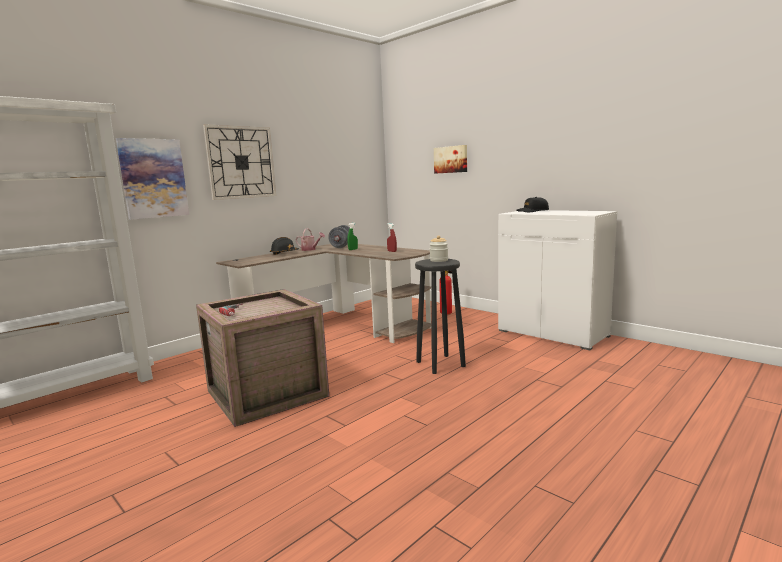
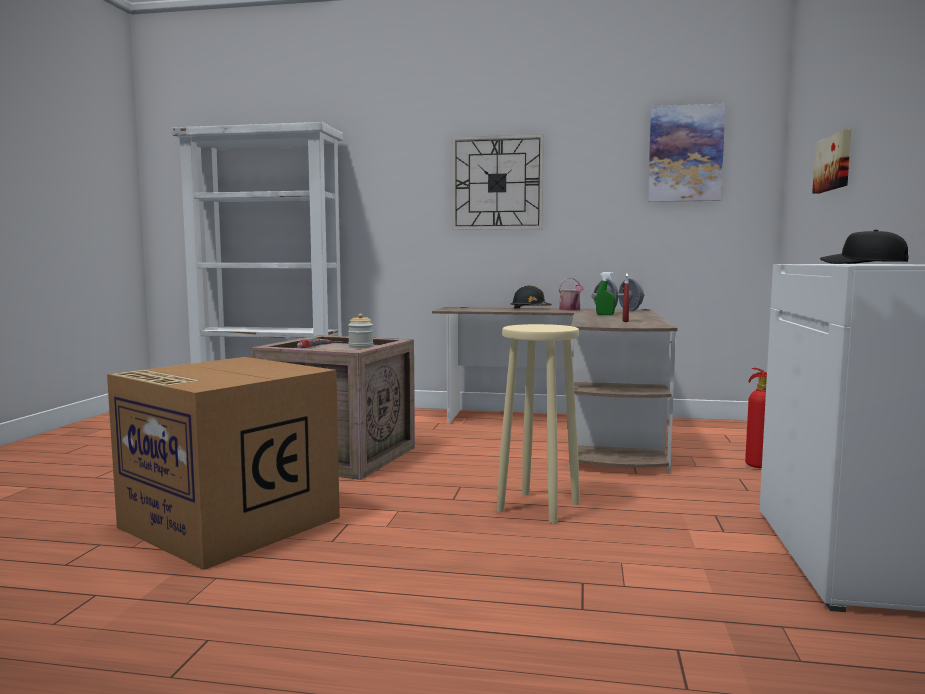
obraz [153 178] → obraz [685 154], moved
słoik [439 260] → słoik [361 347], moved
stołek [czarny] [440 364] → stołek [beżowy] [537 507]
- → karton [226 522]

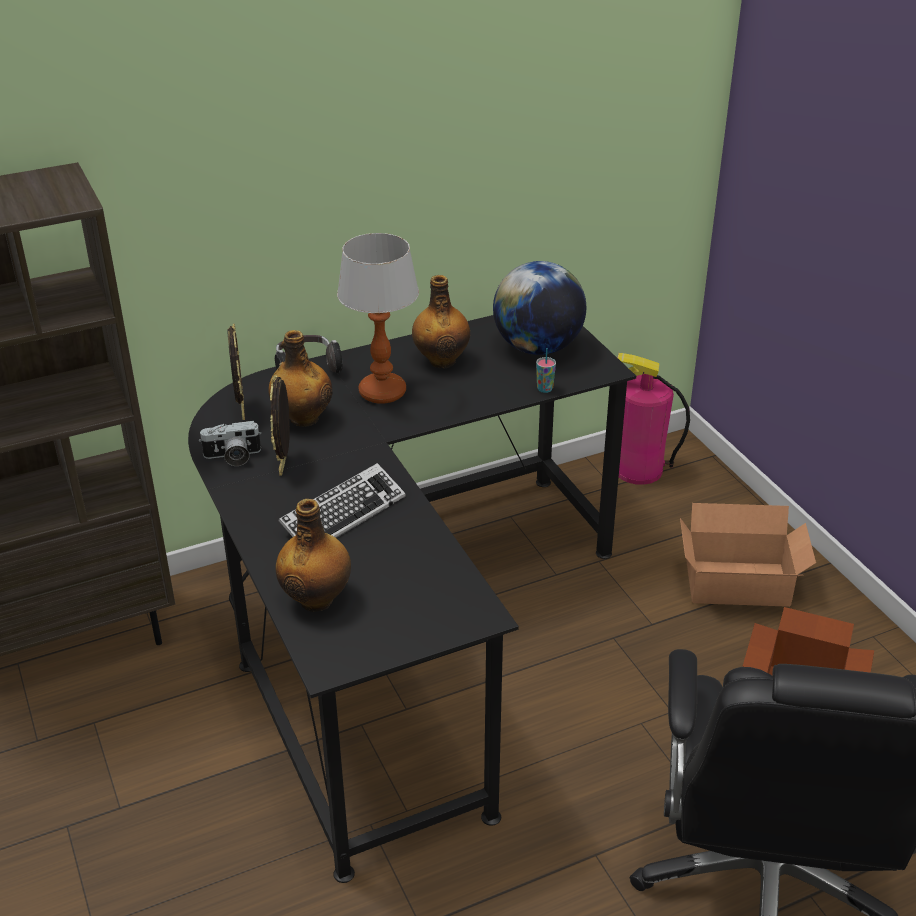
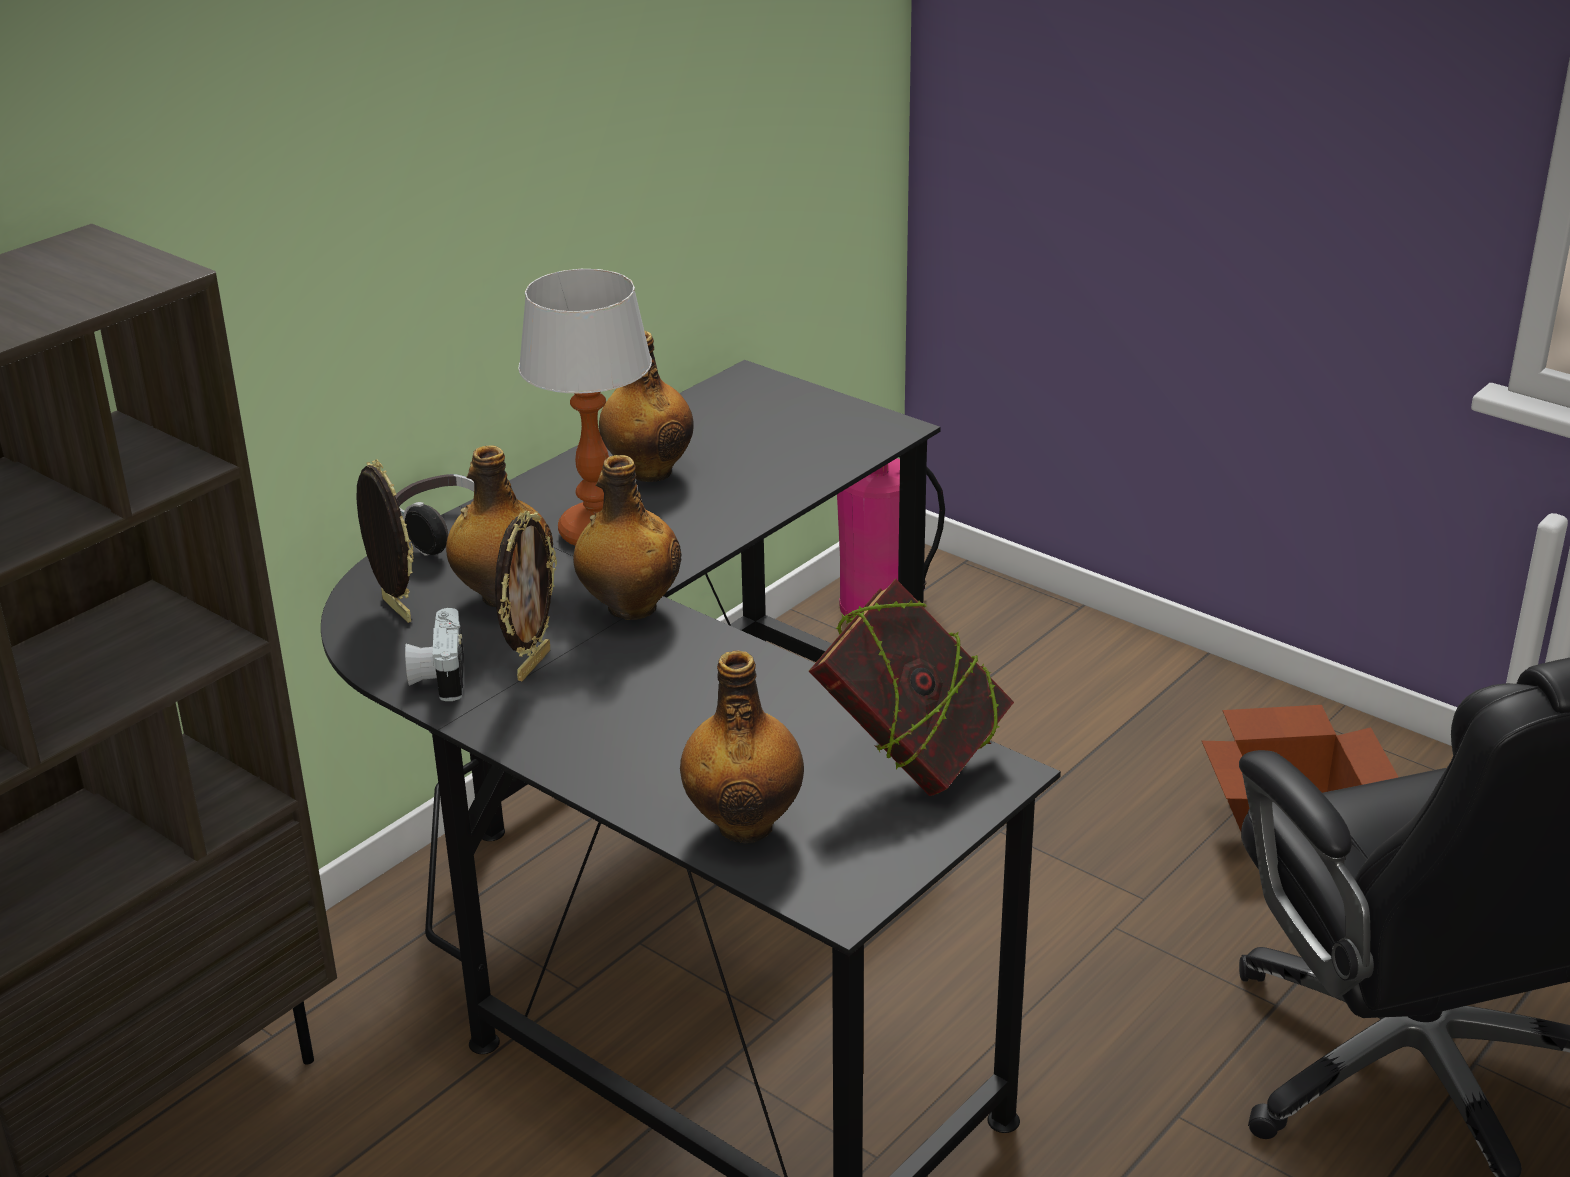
globus [537 348] → -
filiżanka [545 389] → -
ramka na zdjęcie [284 465] → ramka na zdjęcie [532 664], 135 degrees counterclockwise
aparat fotograficzny [232 457] → aparat fotograficzny [438 676], 120 degrees clockwise
klawiatura [343 514] → -
karton [740 586] → -
- → butelka [630 608]
- → książka [911 758]

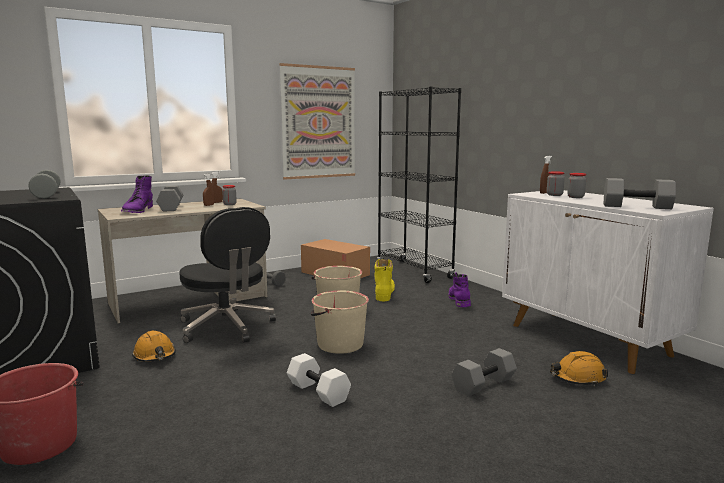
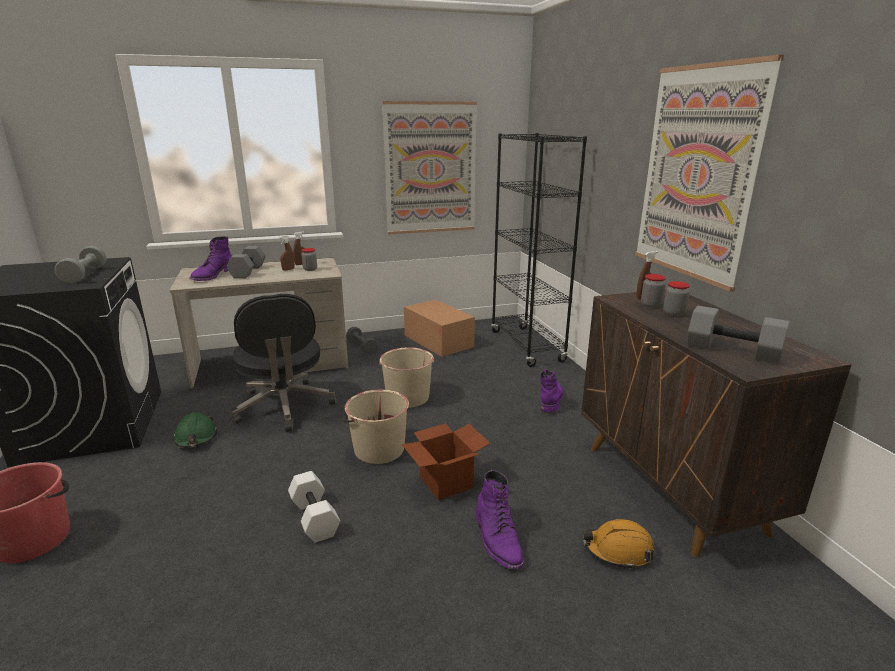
szafka [biały] [589 340] → szafka [brązowy] [672 488]
but z cholewką [żółty] [384 293] → -
kask [pomarańczowy] [155 356] → kask [zielony] [196 438]
hantel [szary] [483 383] → but z cholewką [fioletowy] [497 538]
- → obraz [697 174]
- → karton [446 482]

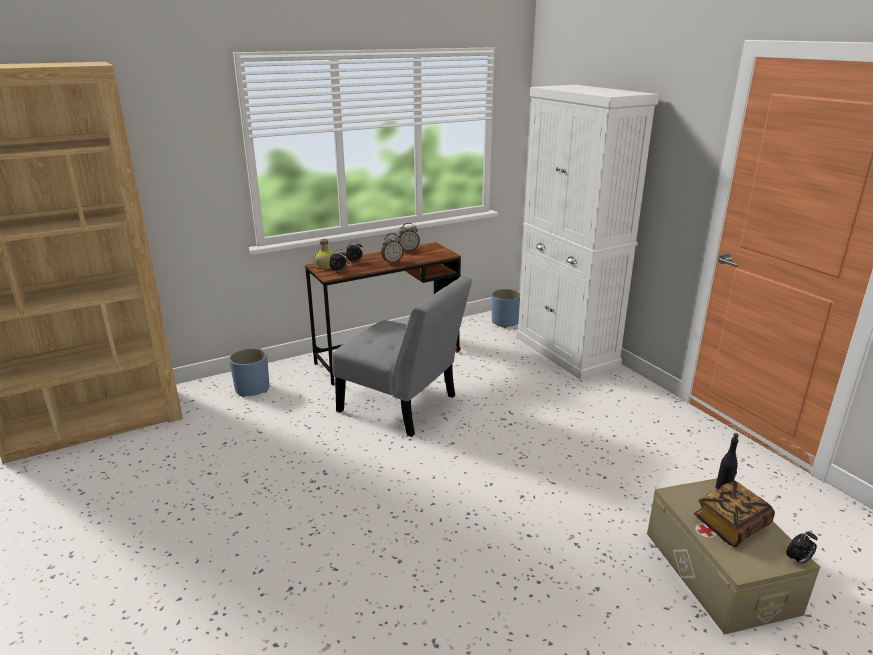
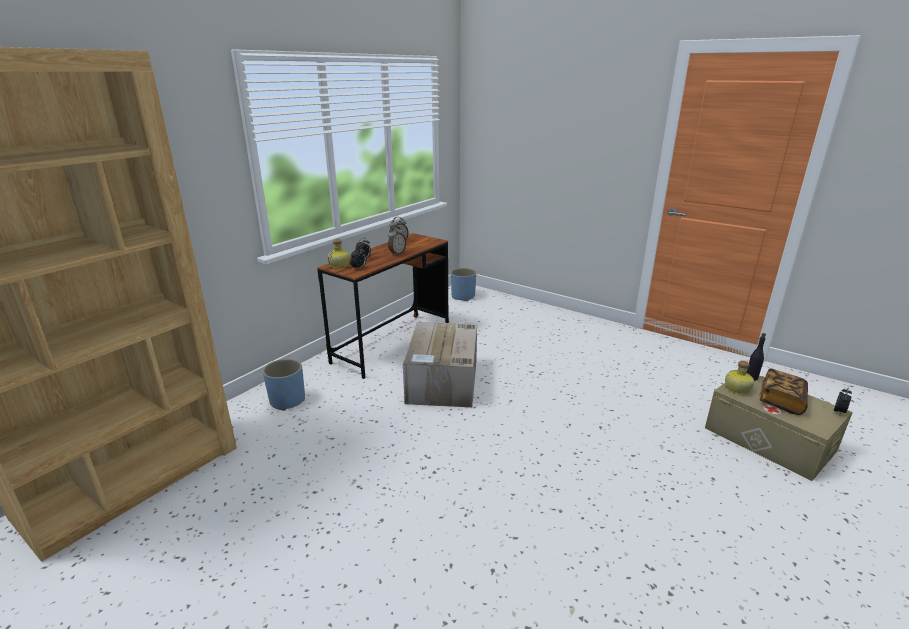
szafka [biały] [566 352] → -
krzesło [szary] [403 406] → karton [443 381]
- → butelka [736 389]

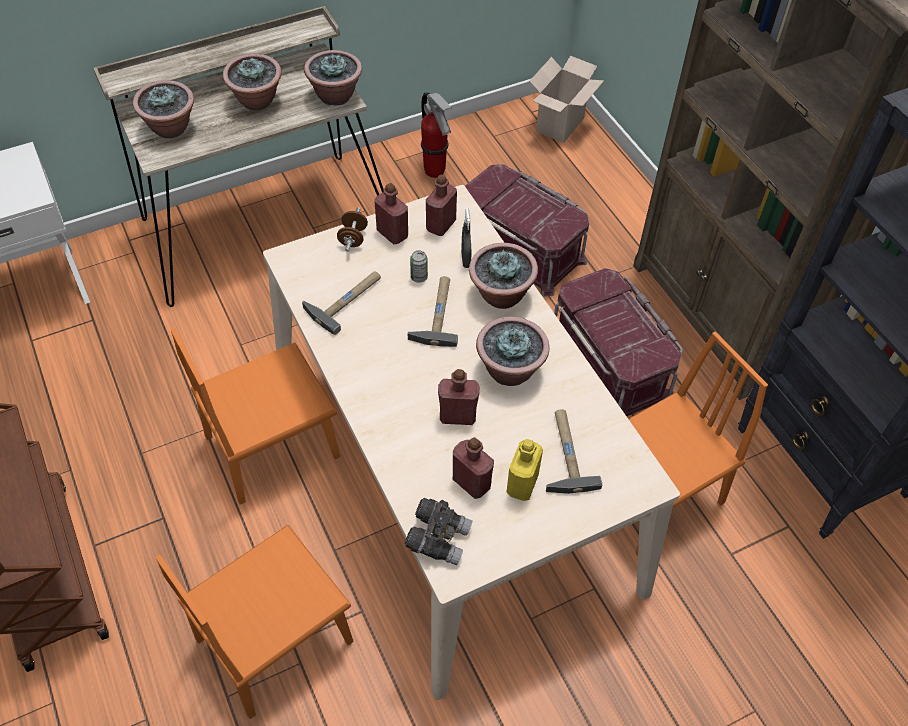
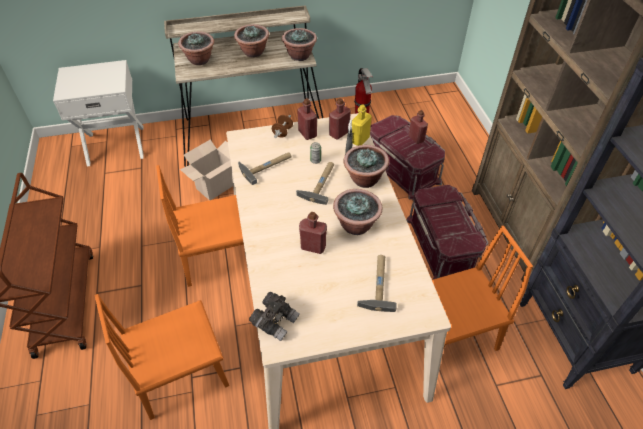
karton [560 126] → karton [215 188], moved
butelka [czerwony] [471 483] → butelka [czerwony] [416 138], moved
butelka [żółty] [522 484] → butelka [żółty] [359 140], moved

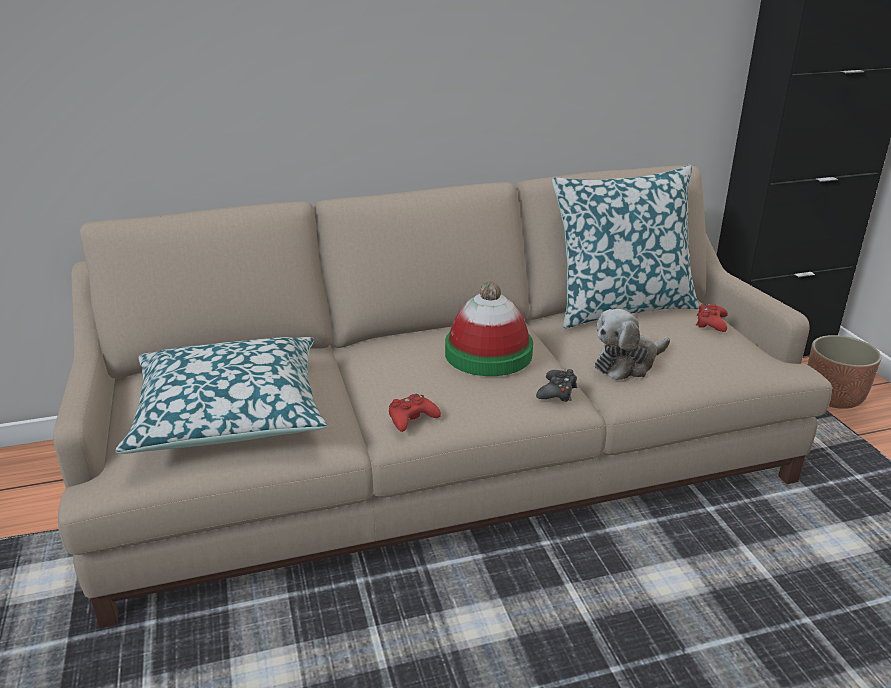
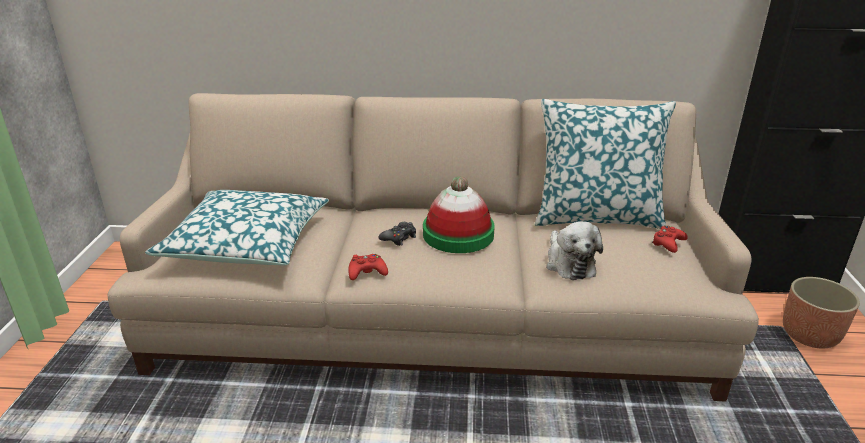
pluszak [627 363] → pluszak [569 263], 90 degrees counterclockwise
pad do gier [czarny] [557 392] → pad do gier [czarny] [399 238], moved

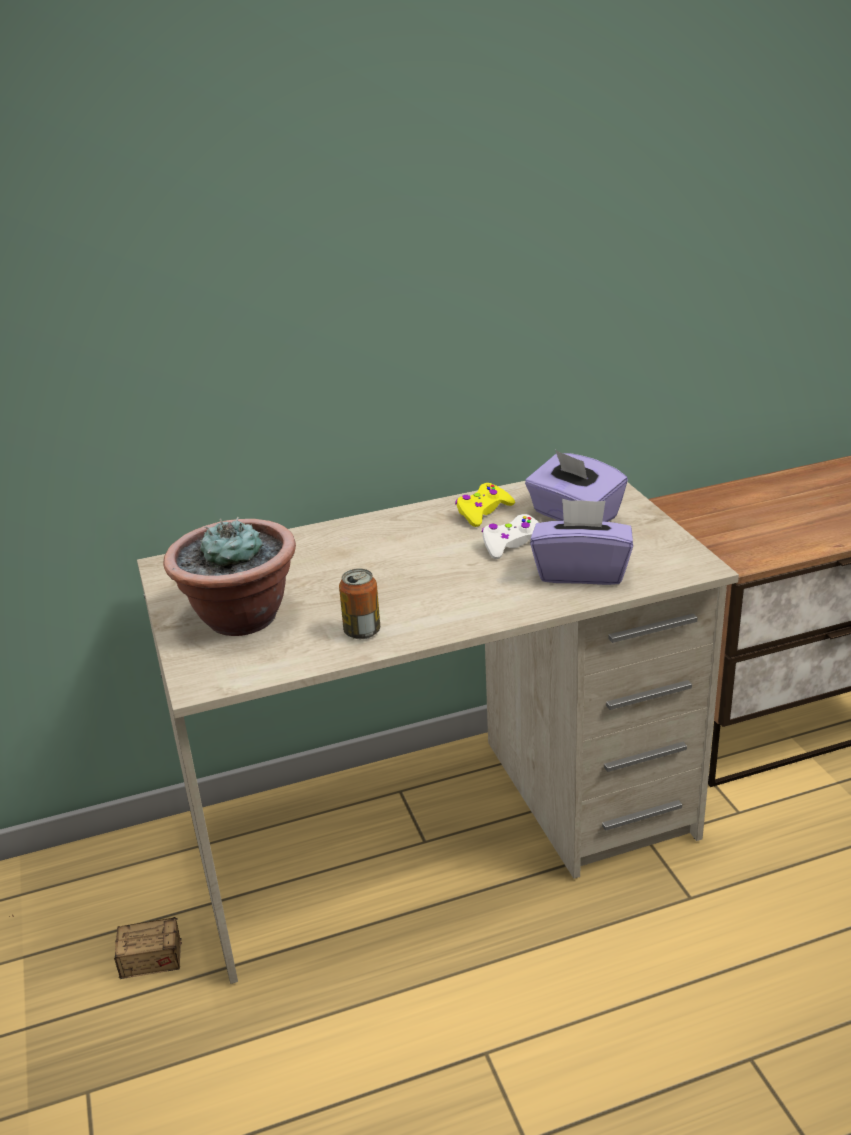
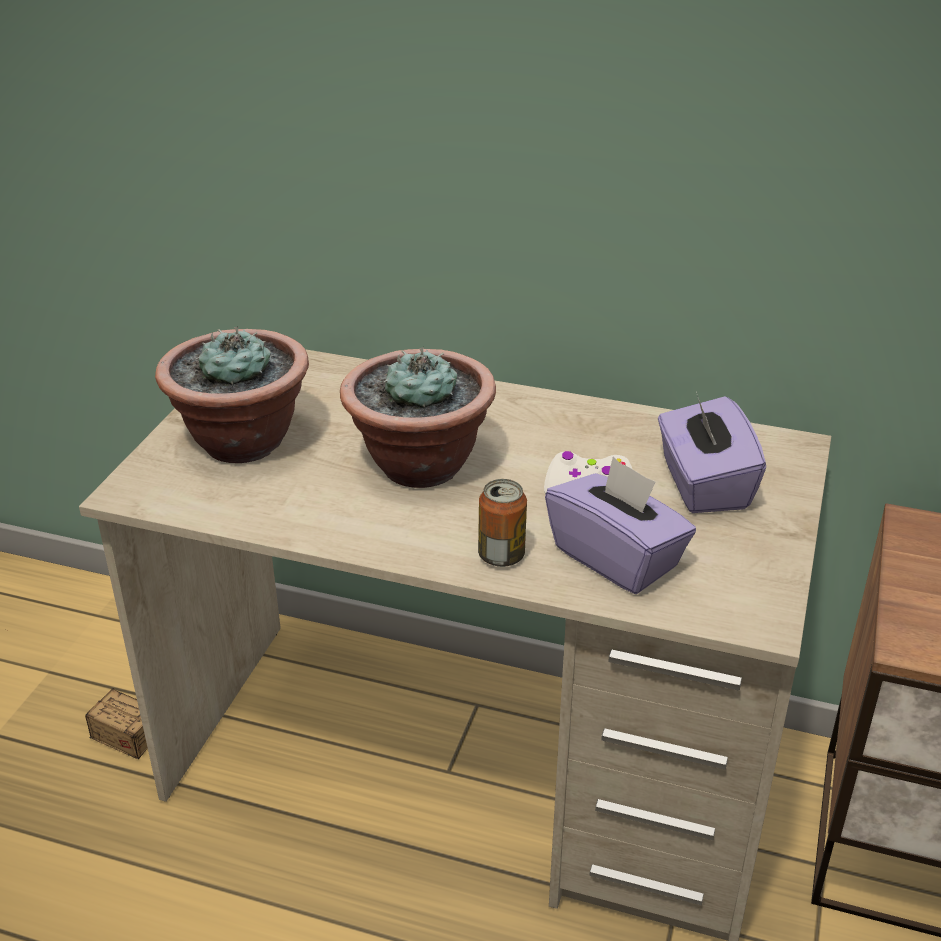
pad do gier [żółty] [483 512] → -
puszka [362 631] → puszka [501 556], moved
- → roślina doniczkowa [419 464]

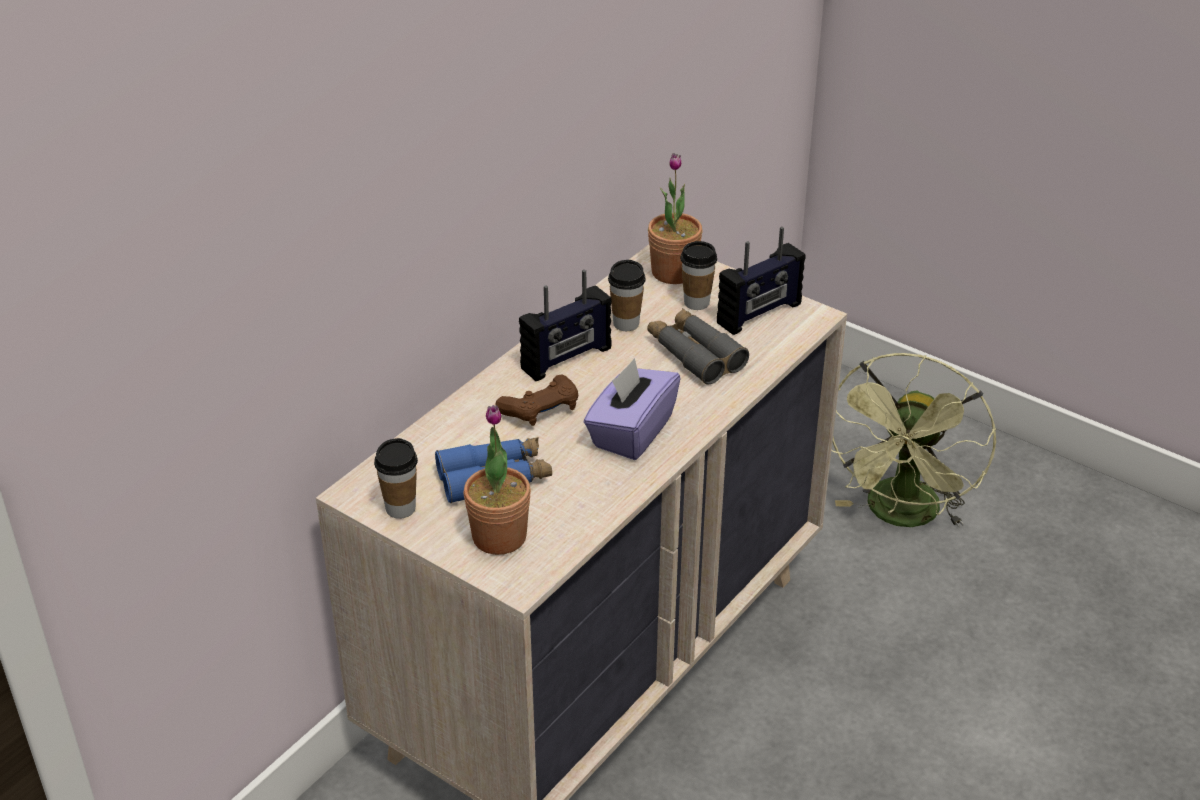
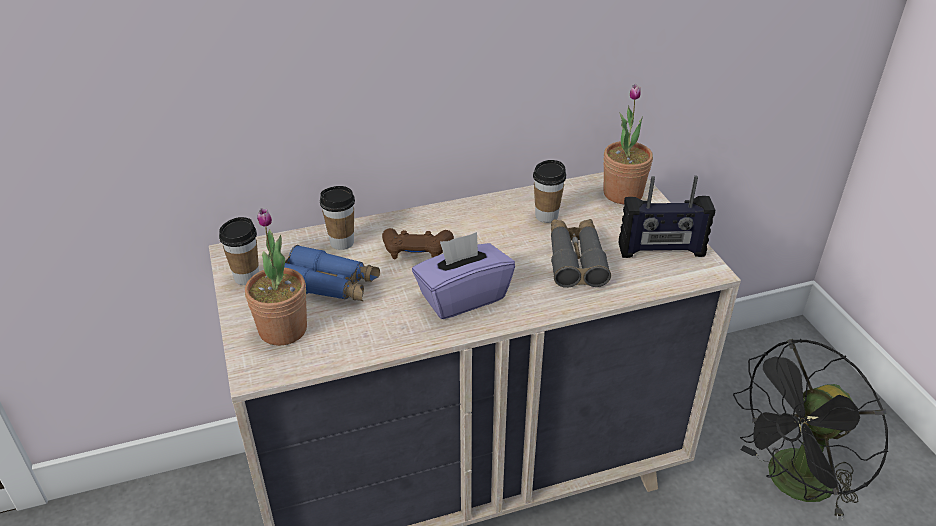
filiżanka [696 302] → filiżanka [342 242], moved
radio [567 359] → -
wentylator [zielony] [902 516] → wentylator [czarny] [792 485]

